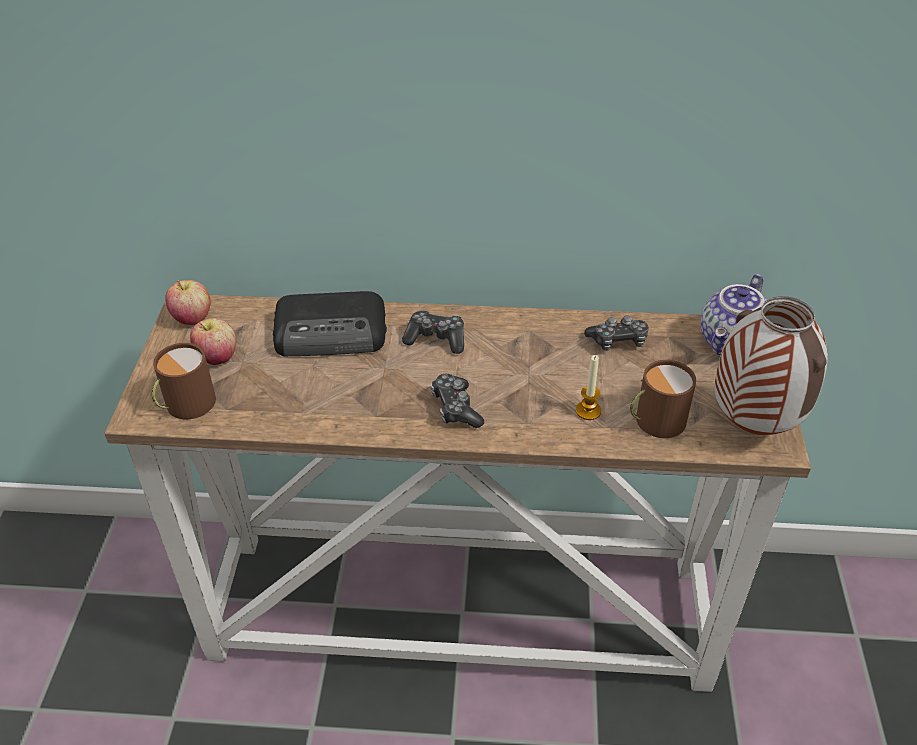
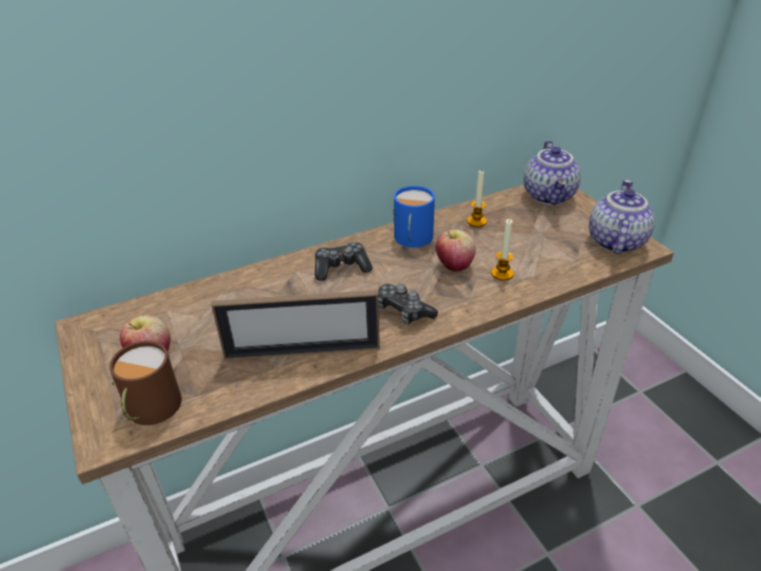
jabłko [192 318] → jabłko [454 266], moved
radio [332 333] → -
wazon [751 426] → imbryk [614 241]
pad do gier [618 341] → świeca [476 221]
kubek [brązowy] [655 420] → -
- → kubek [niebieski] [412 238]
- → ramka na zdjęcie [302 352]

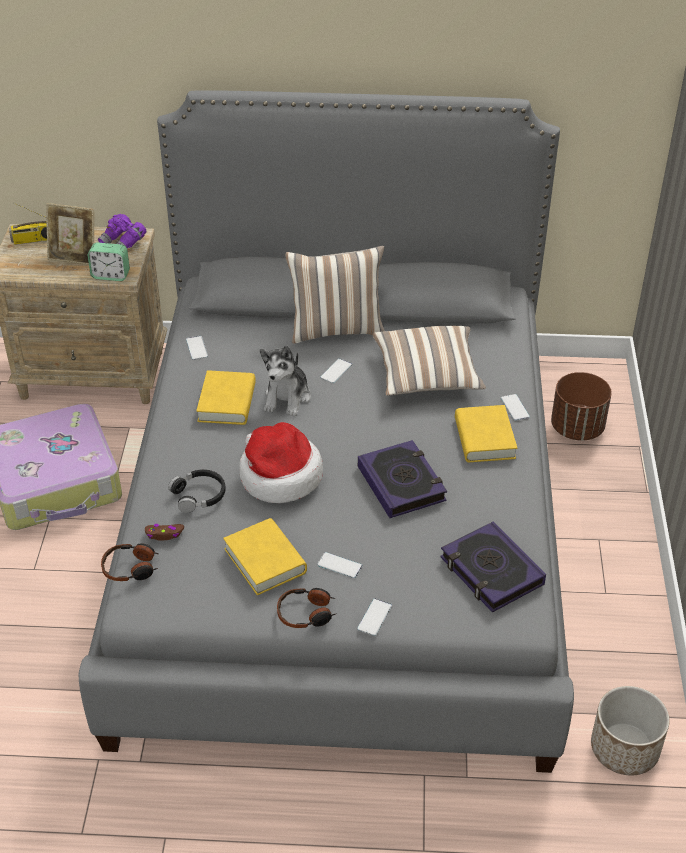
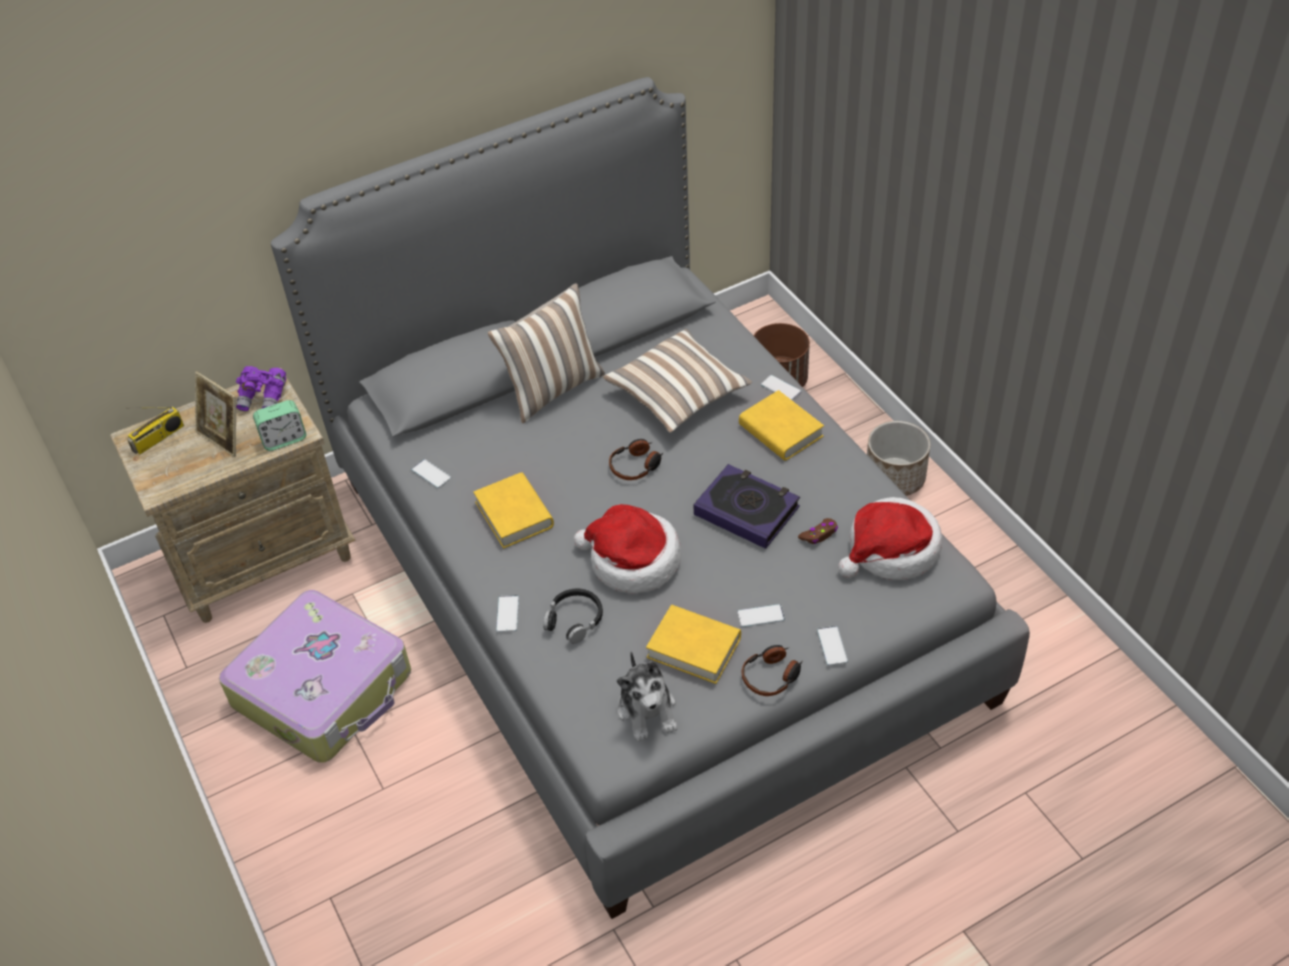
ramka na zdjęcie [74 257] → ramka na zdjęcie [224 438], 60 degrees clockwise
pluszak [287 397] → pluszak [647 710], moved
telefon [336 371] → telefon [507 613], moved
książka [491 571] → kapelusz [891 551]
pad do gier [brązowy] [164 534] → pad do gier [brązowy] [819 534], moved
słuchawki [131 568] → słuchawki [636 465], moved
donica [625 748] → donica [895 477], moved

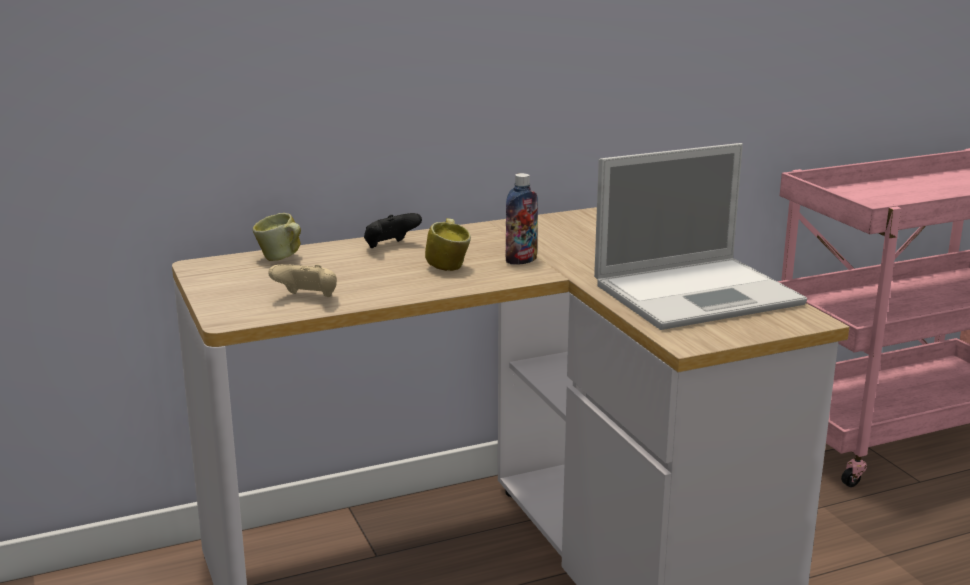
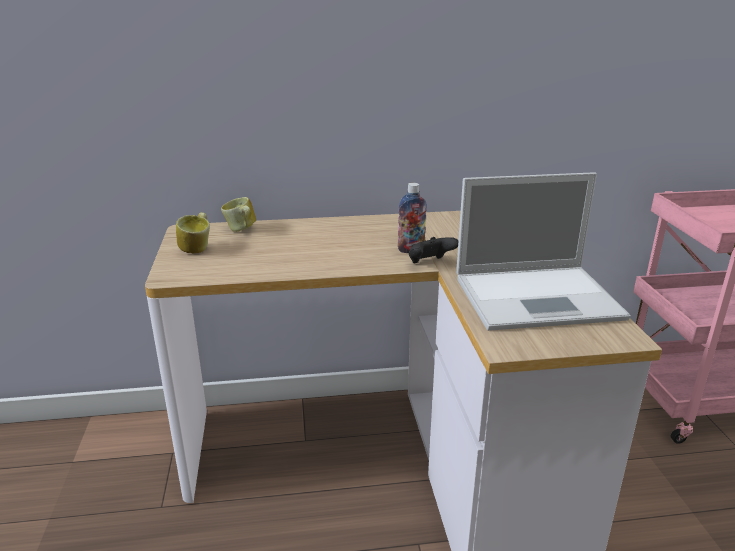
pad do gier [czarny] [390 247] → pad do gier [czarny] [430 263], moved
kubek [449 266] → kubek [198 248], moved
pad do gier [beżowy] [307 299] → -

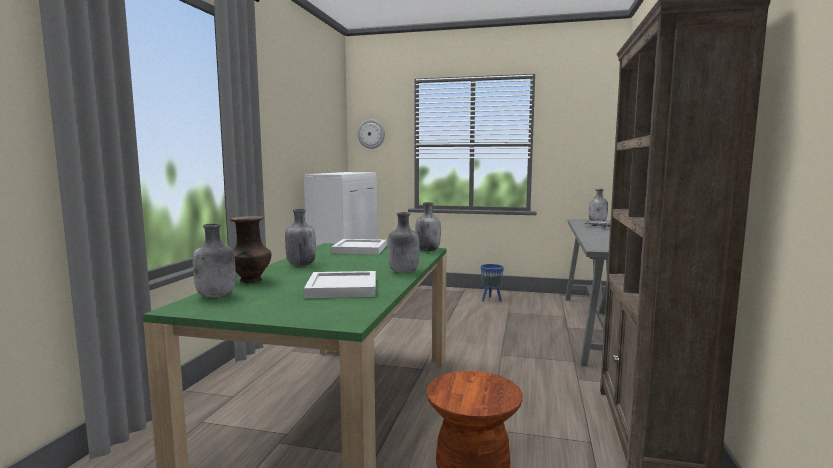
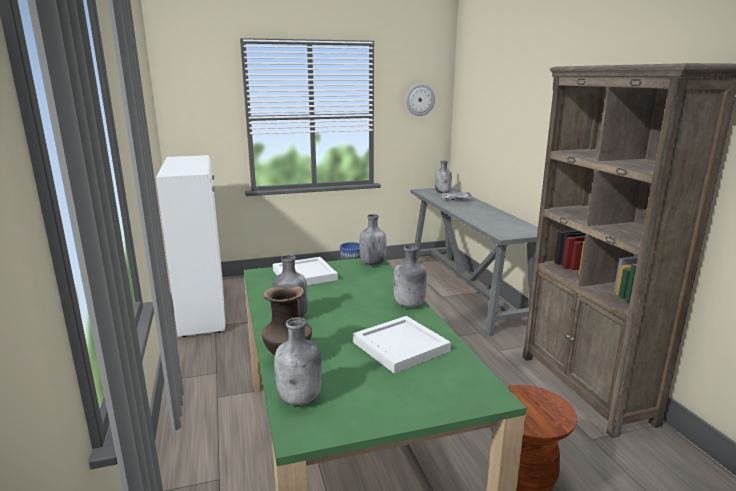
zegar ścienny [371 134] → zegar ścienny [420 99], moved

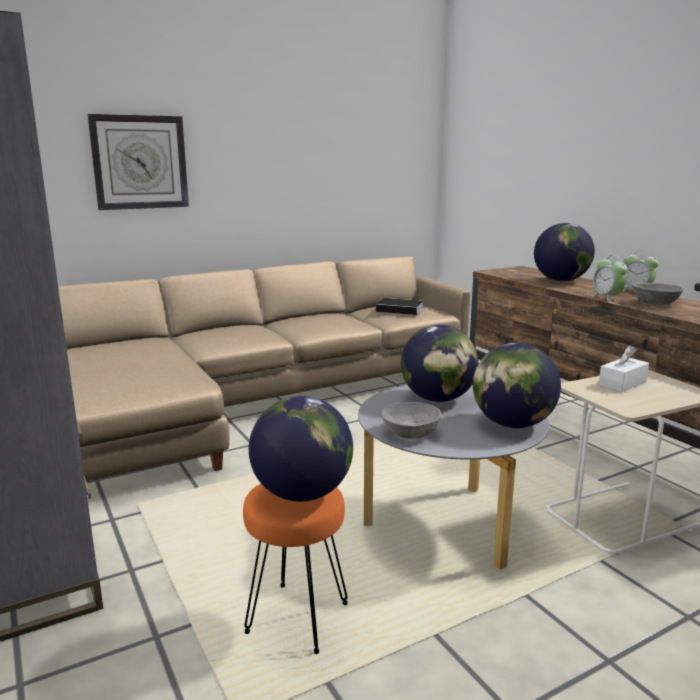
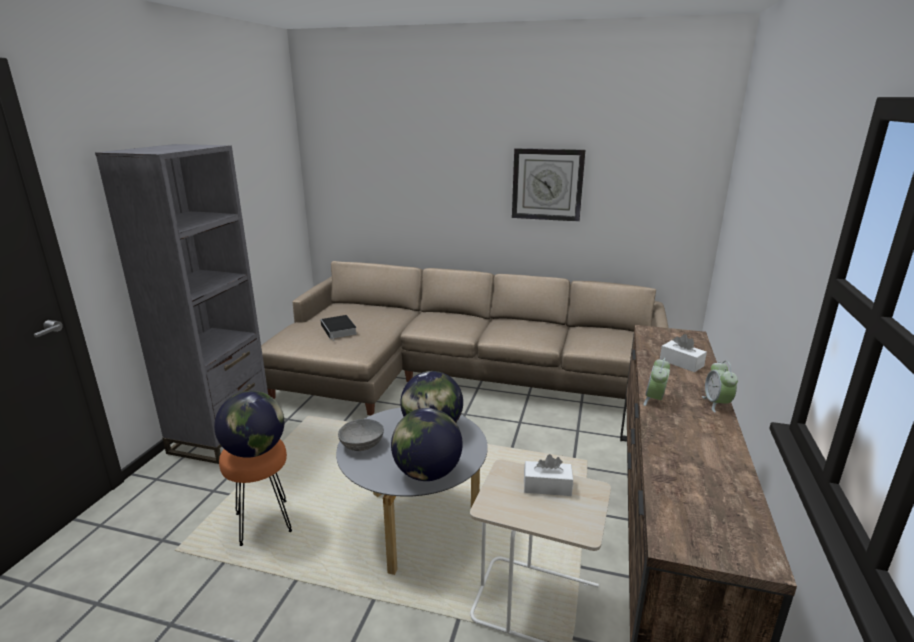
zegar ścienny [140 162] → zegar ścienny [547 184], moved
globus [561 280] → pudełko chusteczek [biały] [681 363]
miska [szary] [654 303] → -
książka [401 310] → książka [339 330], moved

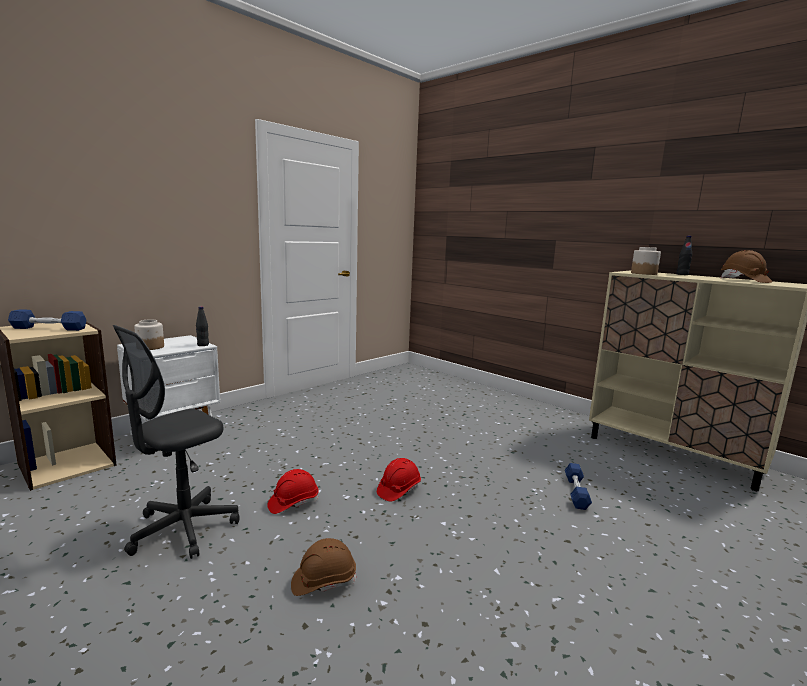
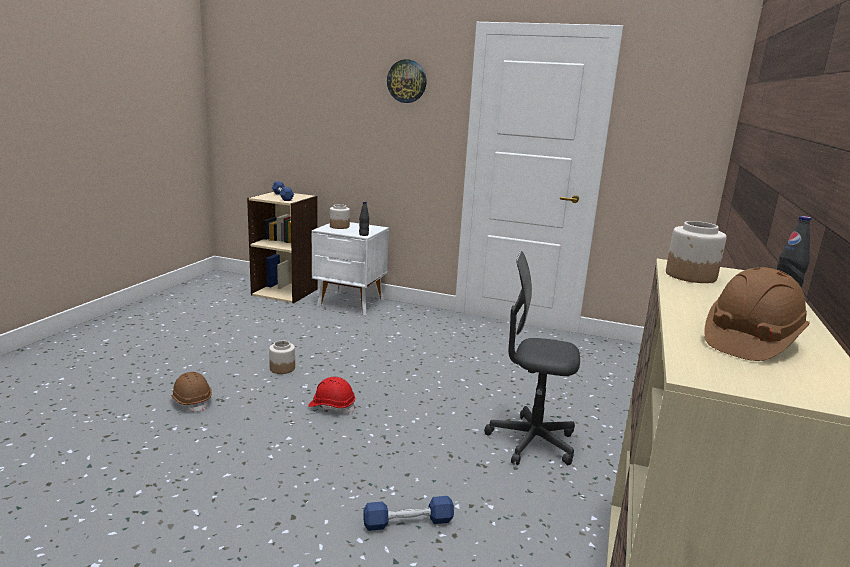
krzesło biurowe [szary] [183 529] → krzesło biurowe [szary] [531 442], moved
kask [czerwony] [293 503] → słoik [282 368]
- → zegar ścienny [407 81]

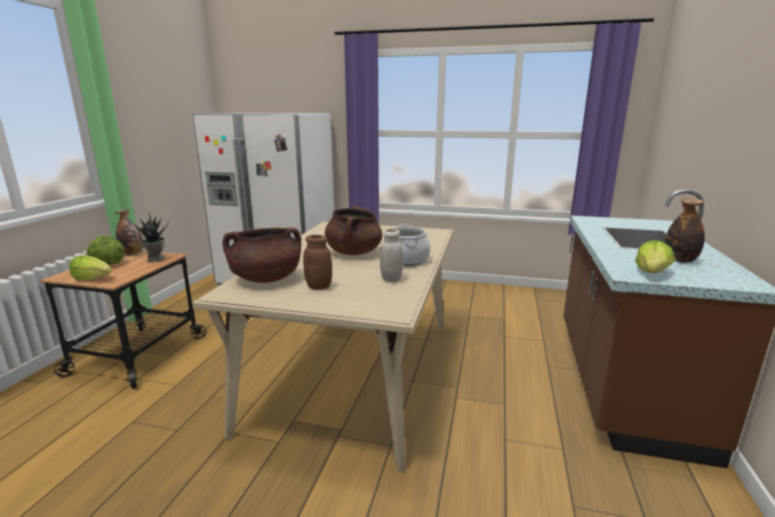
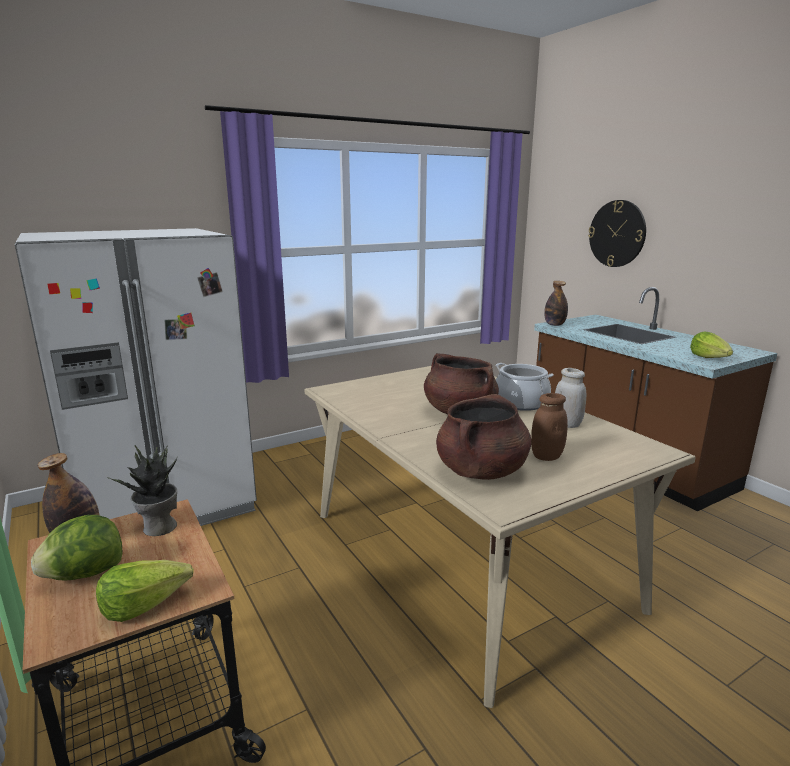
butelka [680 260] → butelka [554 325], moved
- → zegar ścienny [617 233]

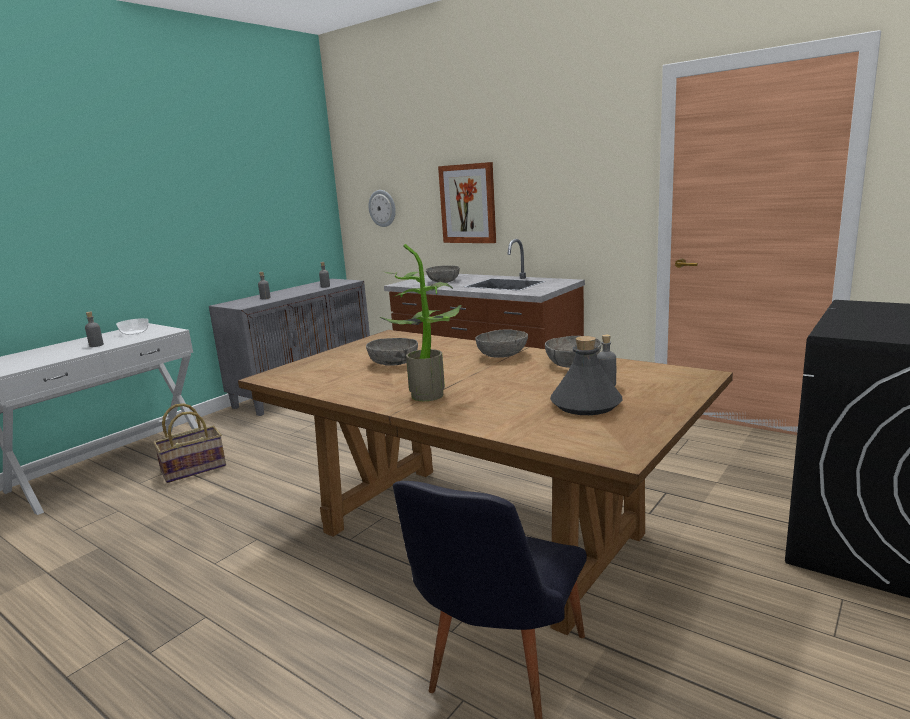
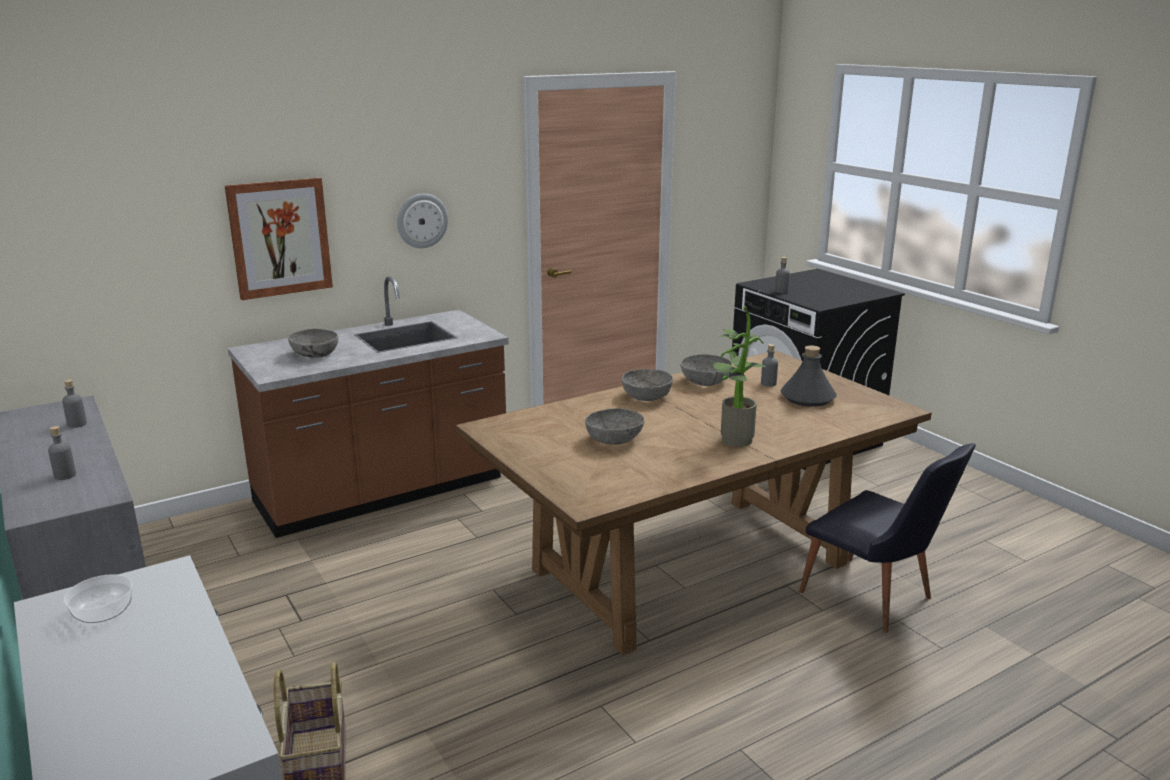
zegar ścienny [382 208] → zegar ścienny [421 220], moved
butelka [szary] [96 345] → butelka [szary] [781 291], moved

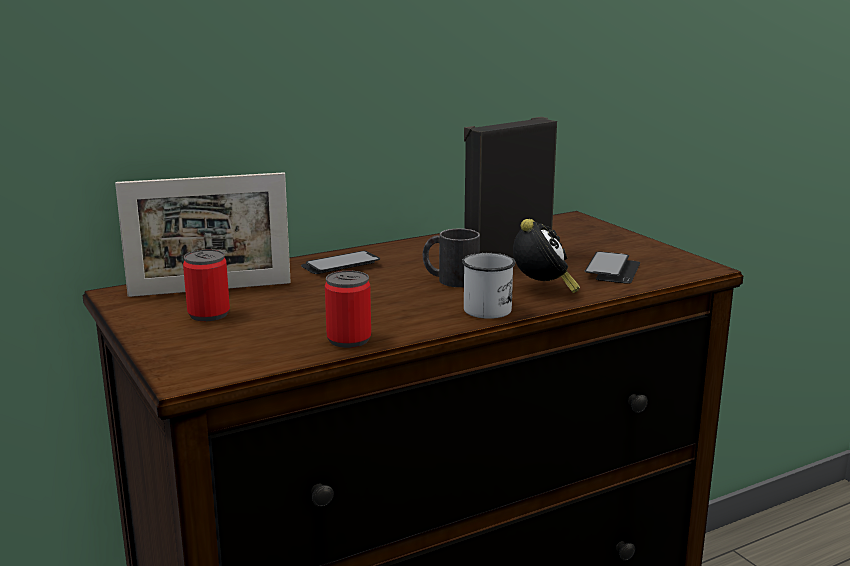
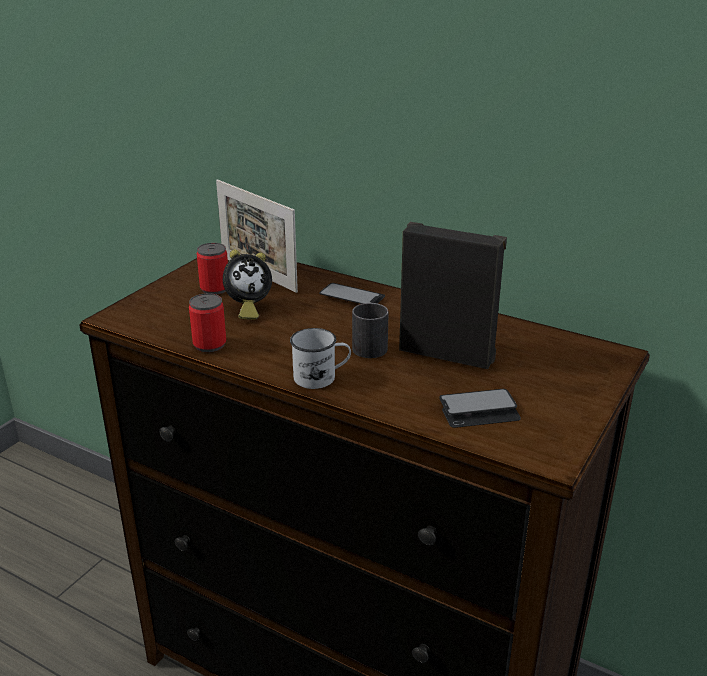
budzik [543 290] → budzik [247 309], moved

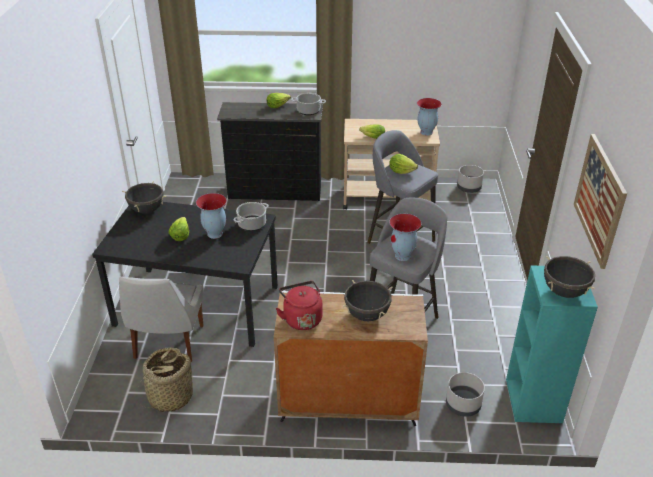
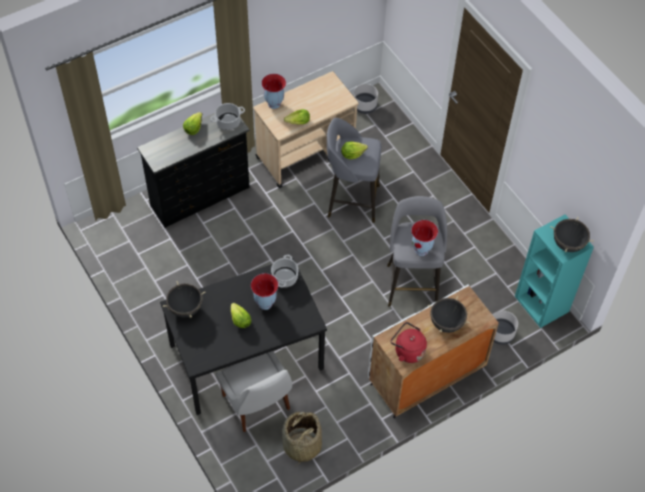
wazon [426 132] → wazon [274 104], moved
obraz [599 199] → -

